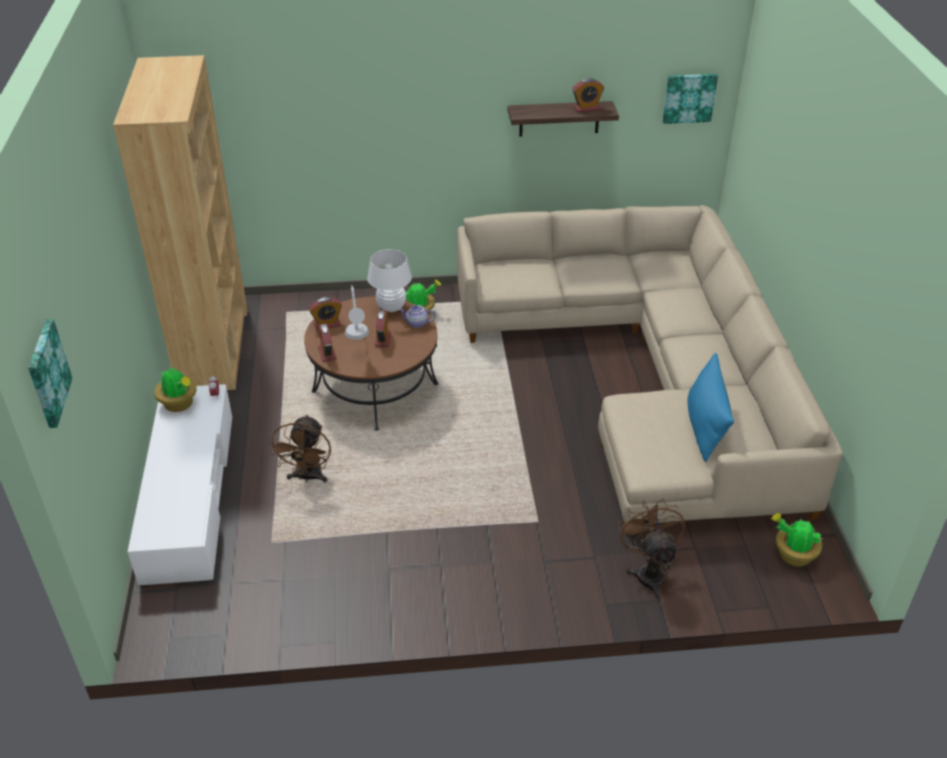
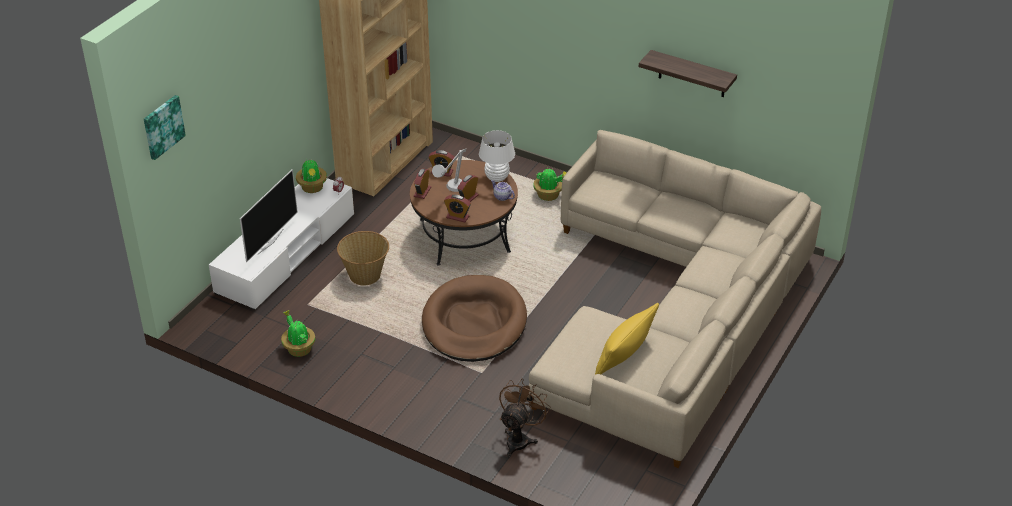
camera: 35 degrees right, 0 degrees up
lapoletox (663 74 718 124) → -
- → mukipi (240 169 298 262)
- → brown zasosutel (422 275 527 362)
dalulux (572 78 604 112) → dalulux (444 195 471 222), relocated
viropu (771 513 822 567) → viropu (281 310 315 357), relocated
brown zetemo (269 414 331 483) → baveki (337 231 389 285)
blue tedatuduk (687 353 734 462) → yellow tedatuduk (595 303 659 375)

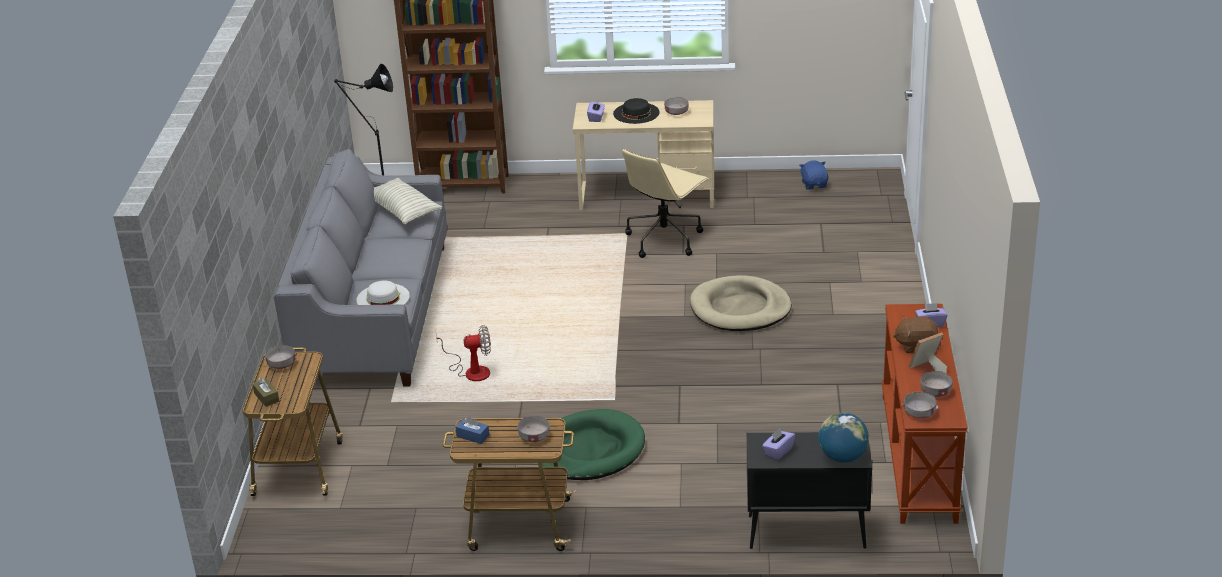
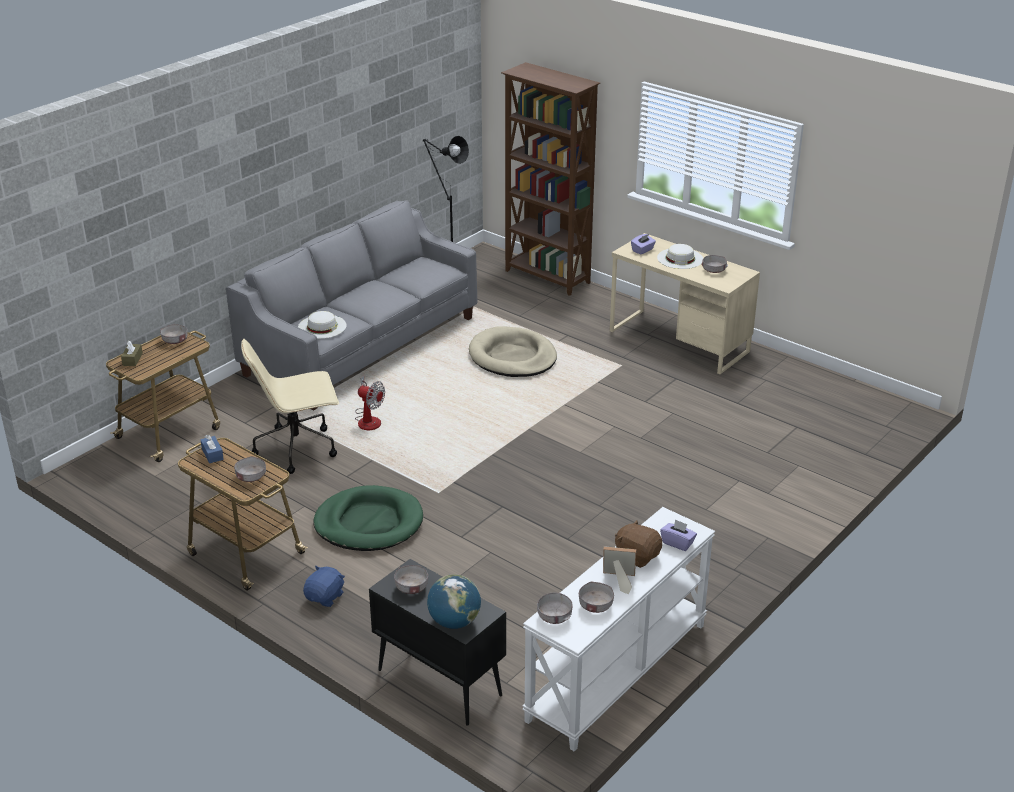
camera: 35 degrees right, 0 degrees up
tedatuduk (374 178 442 225) → -
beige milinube (622 148 709 258) → beige milinube (241 339 339 474), relocated
beige zasosutel (690 275 792 331) → beige zasosutel (469 326 557 377), relocated
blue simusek (799 161 829 190) → blue simusek (303 566 345 607), relocated
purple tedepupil (762 428 795 460) → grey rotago (394 565 428 594)
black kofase (613 98 660 124) → white kofase (657 244 703 269)
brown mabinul (882 304 968 524) → white mabinul (523 507 715 751)

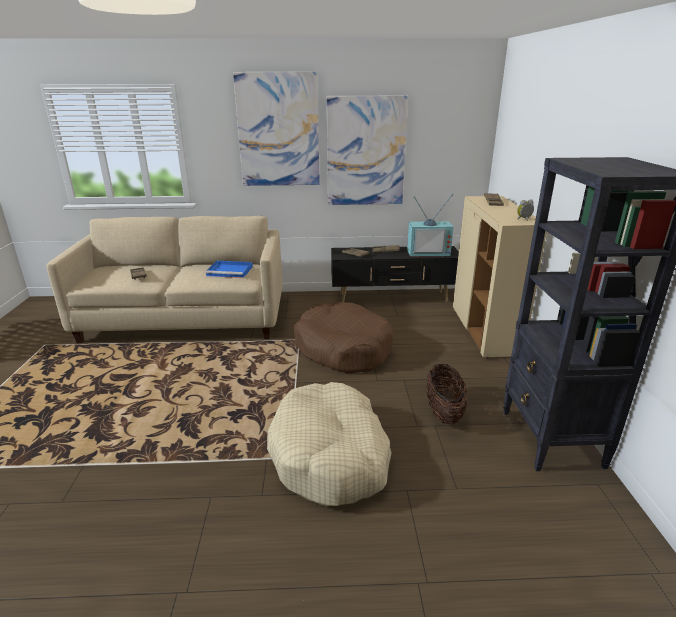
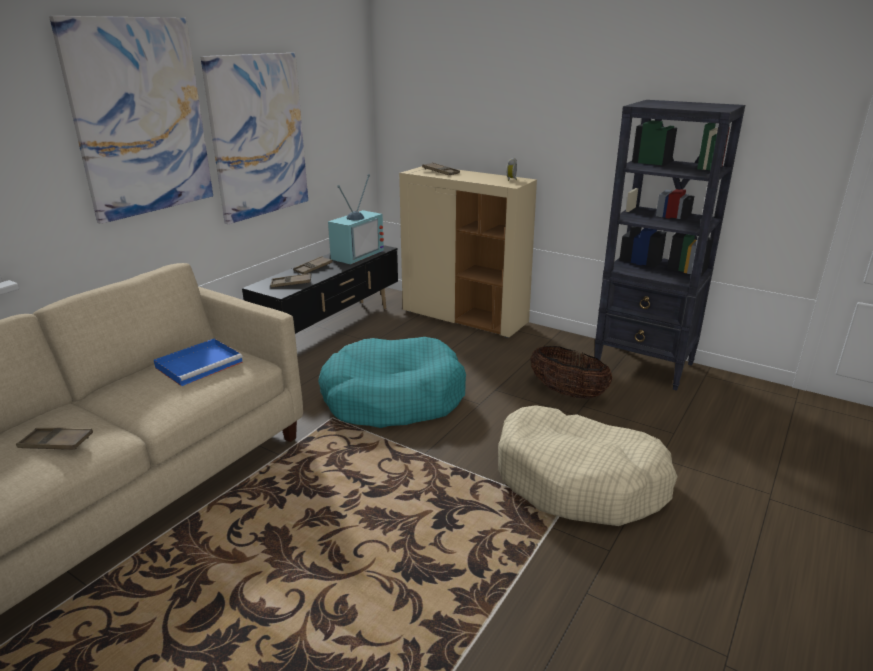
camera: 55 degrees left, 0 degrees up
brown zasosutel (294 302 393 374) → turquoise zasosutel (318 337 466 428)

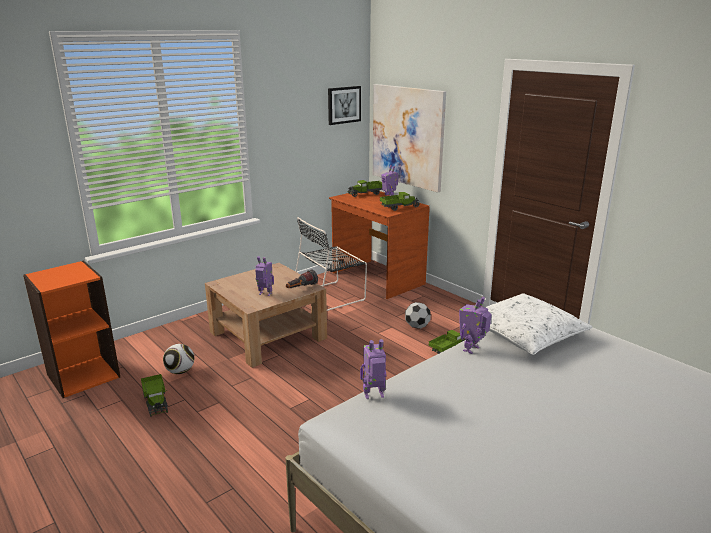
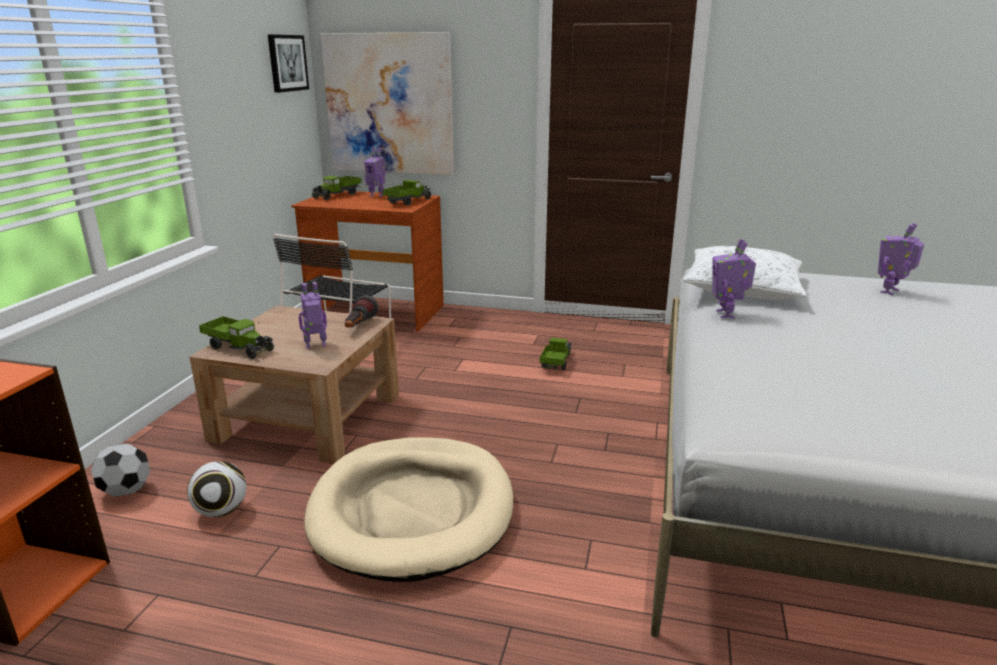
camera: 35 degrees left, 0 degrees up
- → beige zasosutel (304 437 514 582)
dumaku (141 374 168 417) → dumaku (199 316 274 359), relocated
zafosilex (360 339 386 399) → zafosilex (878 223 924 295), relocated
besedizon (405 302 431 329) → besedizon (91 444 150 497), relocated

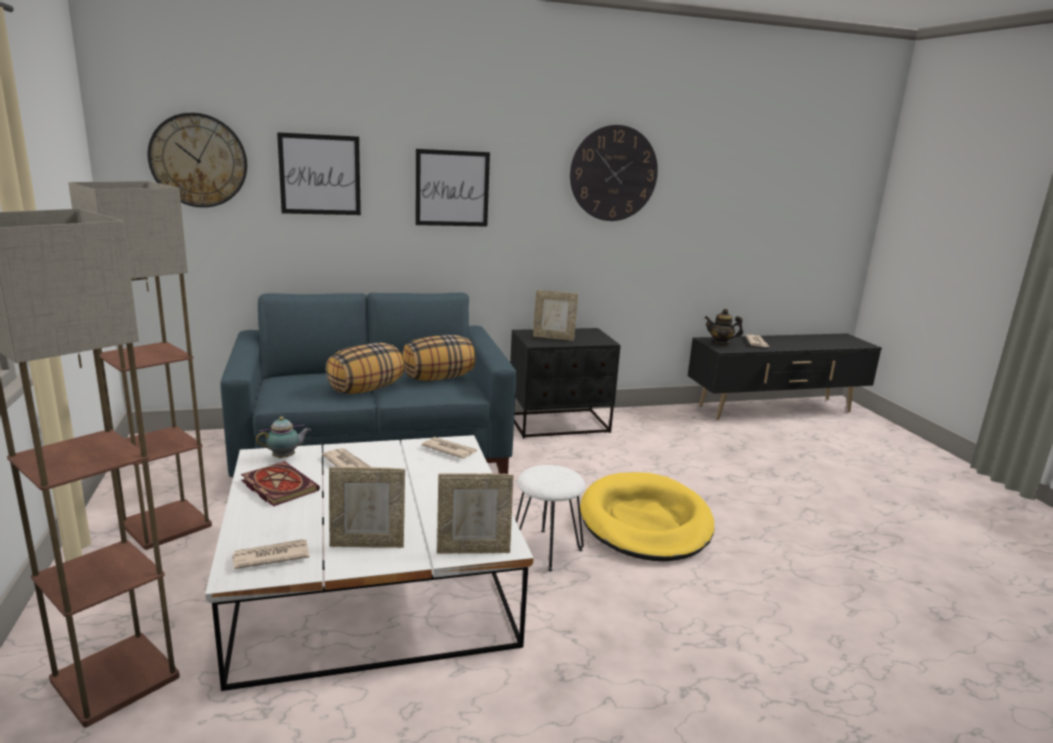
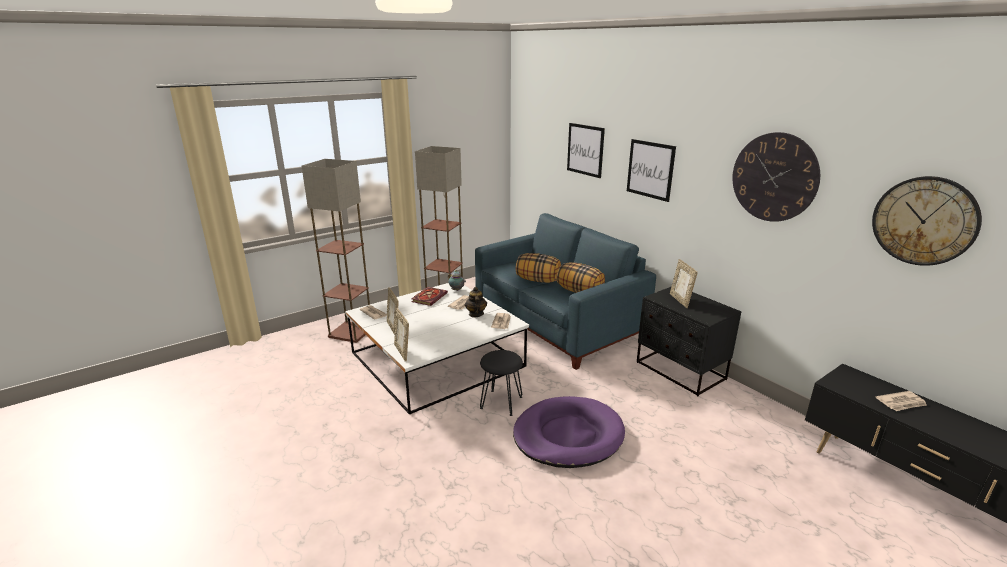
camera: 70 degrees right, 5 degrees up
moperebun (148 113 247 208) → moperebun (872 176 982 266), relocated
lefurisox (705 309 743 346) → lefurisox (465 287 487 317), relocated
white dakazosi (515 465 585 572) → black dakazosi (480 350 523 416)
yellow zasosutel (580 472 714 561) → purple zasosutel (513 396 625 468)

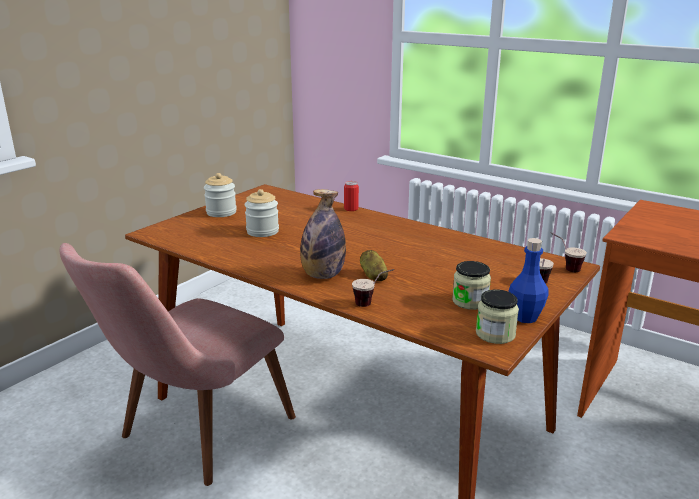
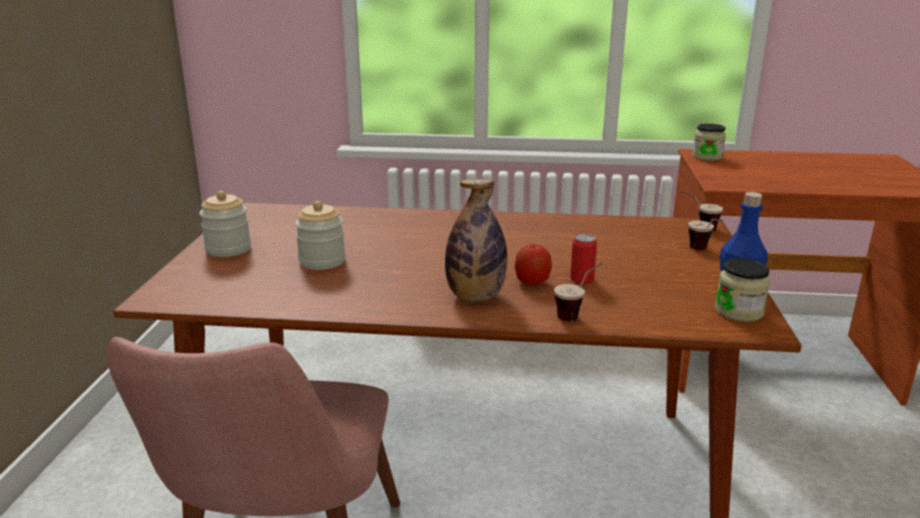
camera: 30 degrees left, 0 degrees up
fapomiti (344 181 359 211) → fapomiti (570 233 597 284), relocated
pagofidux (452 261 491 310) → pagofidux (692 123 726 161), relocated
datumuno (360 250 388 281) → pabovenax (515 244 552 285)

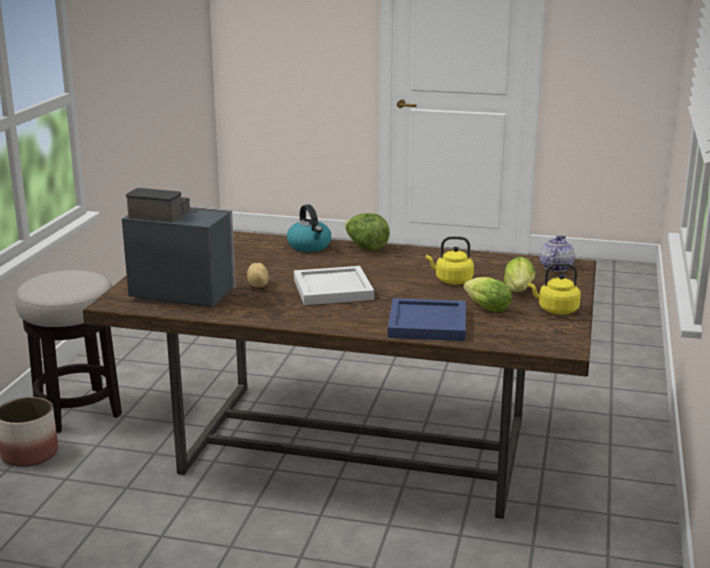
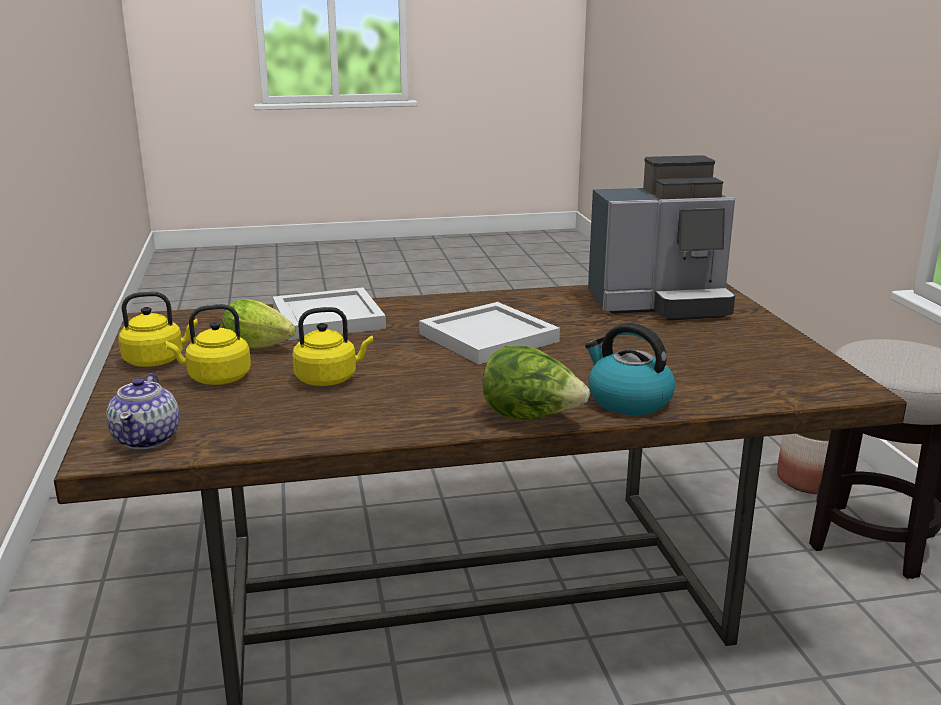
camera: 155 degrees right, 0 degrees up
datumuno (247 263 269 287) → -
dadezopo (504 256 535 292) → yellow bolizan (165 304 251 385)
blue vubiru (388 298 466 341) → white vubiru (273 287 386 340)

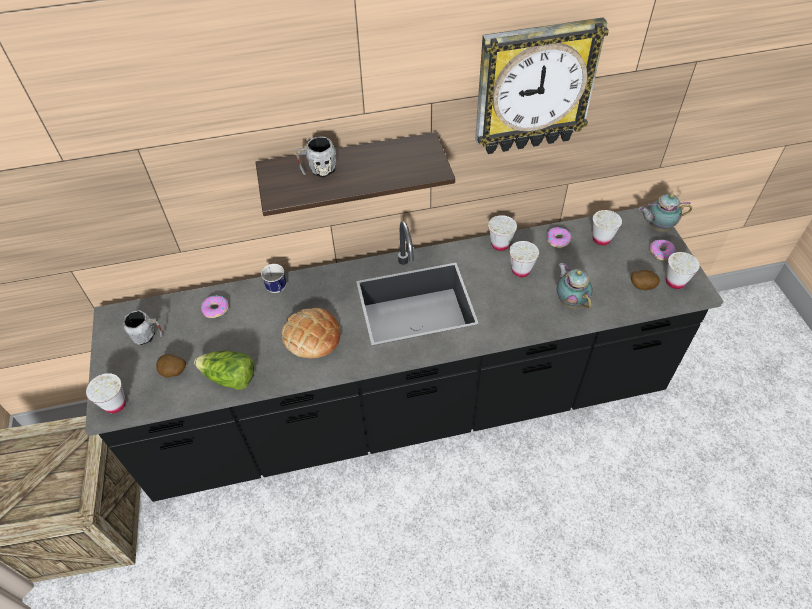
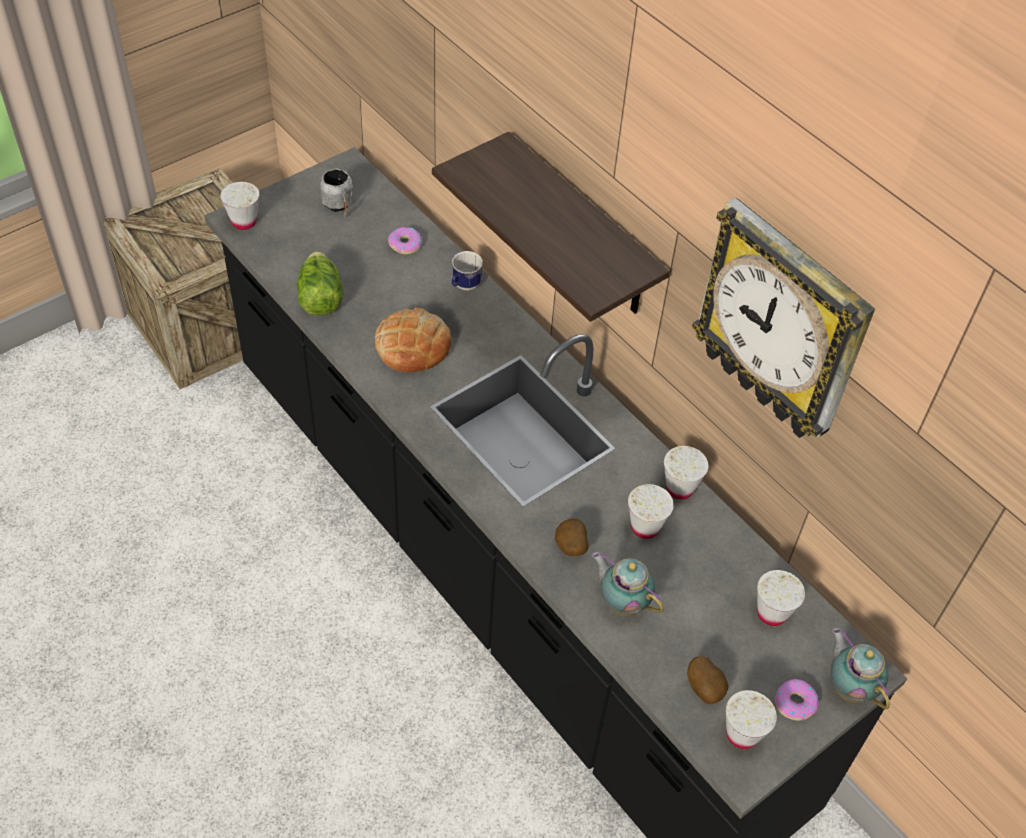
camera: 60 degrees right, 0 degrees up
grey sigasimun (296 136 336 178) → -
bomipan (547 227 571 248) → -
datumuno (156 354 186 378) → datumuno (555 518 589 556), relocated
lefurisox (557 263 593 309) → lefurisox (592 552 664 616), 90 degrees counterclockwise

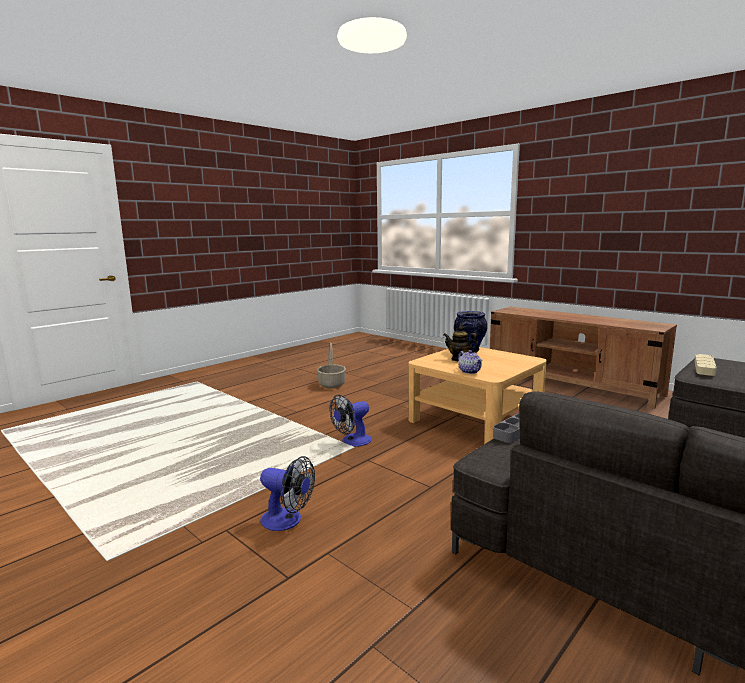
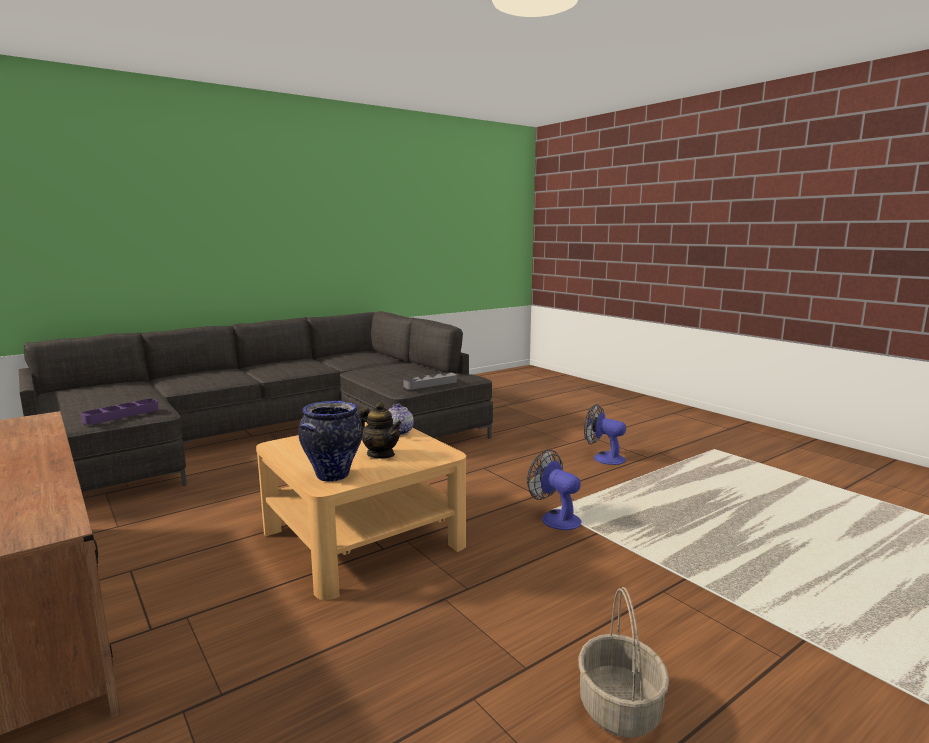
camera: 170 degrees left, 0 degrees up
beige vubiru (695 354 717 376) → purple vubiru (81 399 159 425)
zetemo (330 395 372 447) → zetemo (527 450 581 530), 105 degrees counterclockwise

